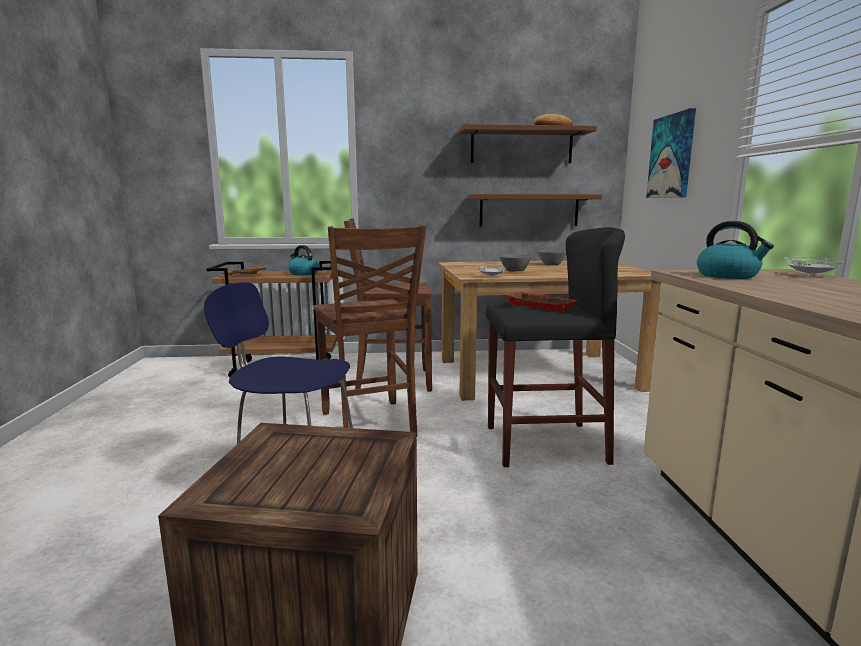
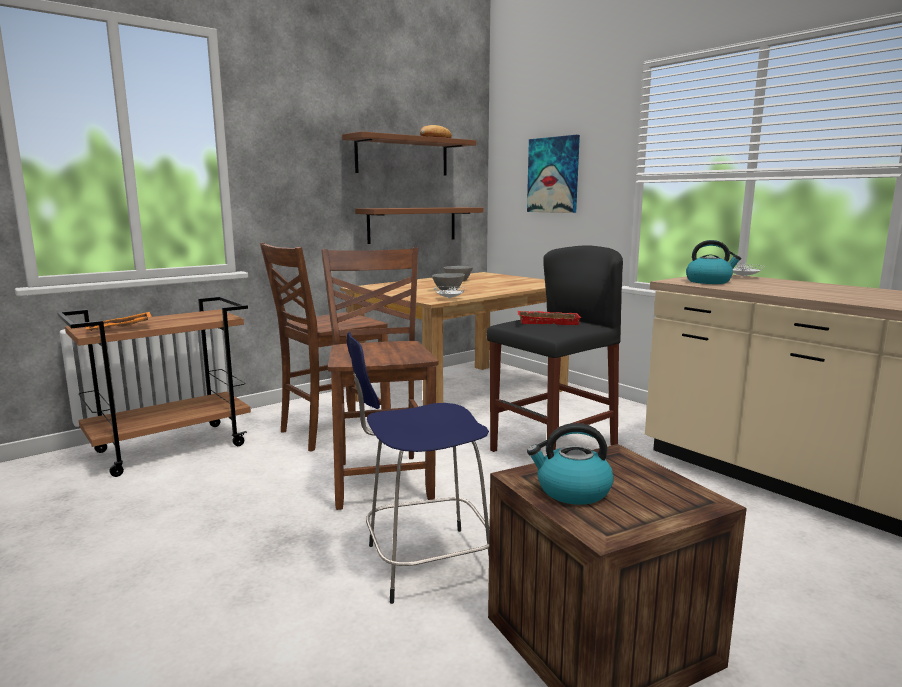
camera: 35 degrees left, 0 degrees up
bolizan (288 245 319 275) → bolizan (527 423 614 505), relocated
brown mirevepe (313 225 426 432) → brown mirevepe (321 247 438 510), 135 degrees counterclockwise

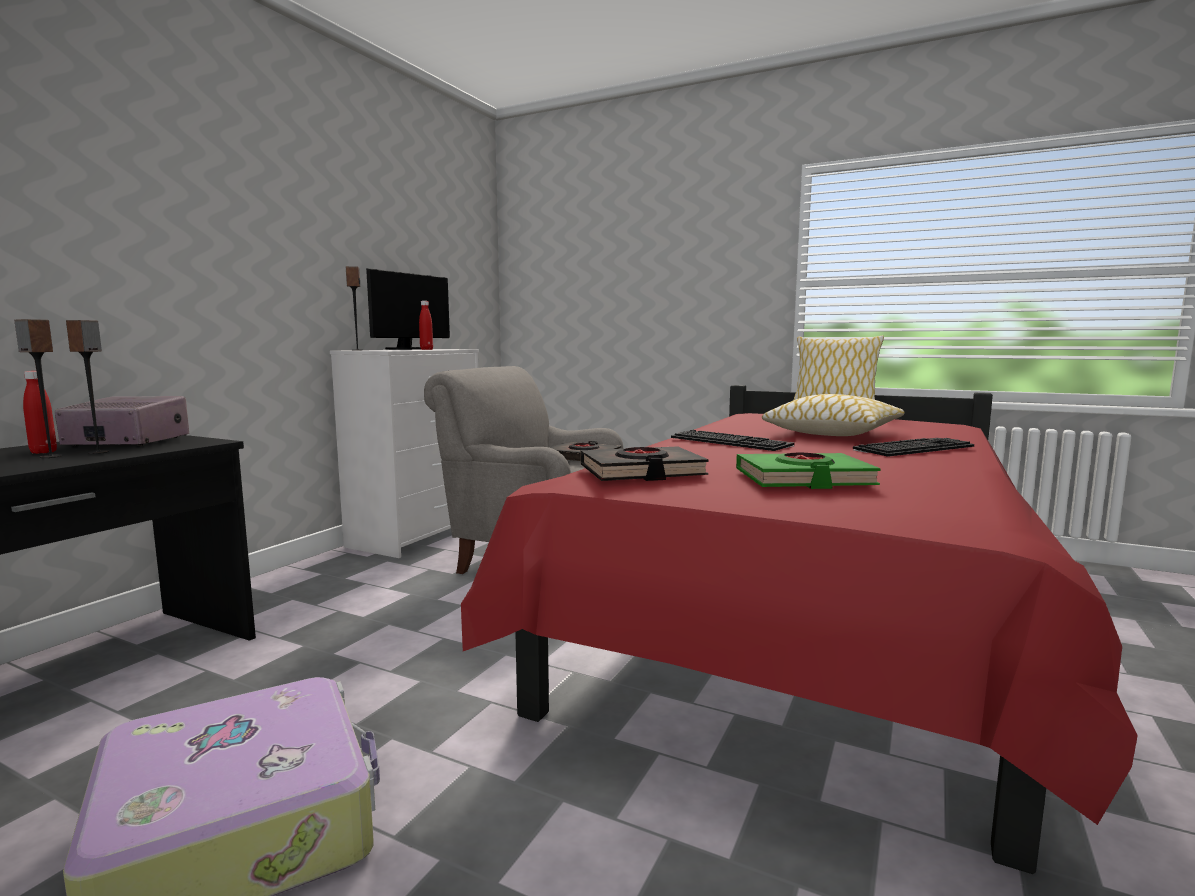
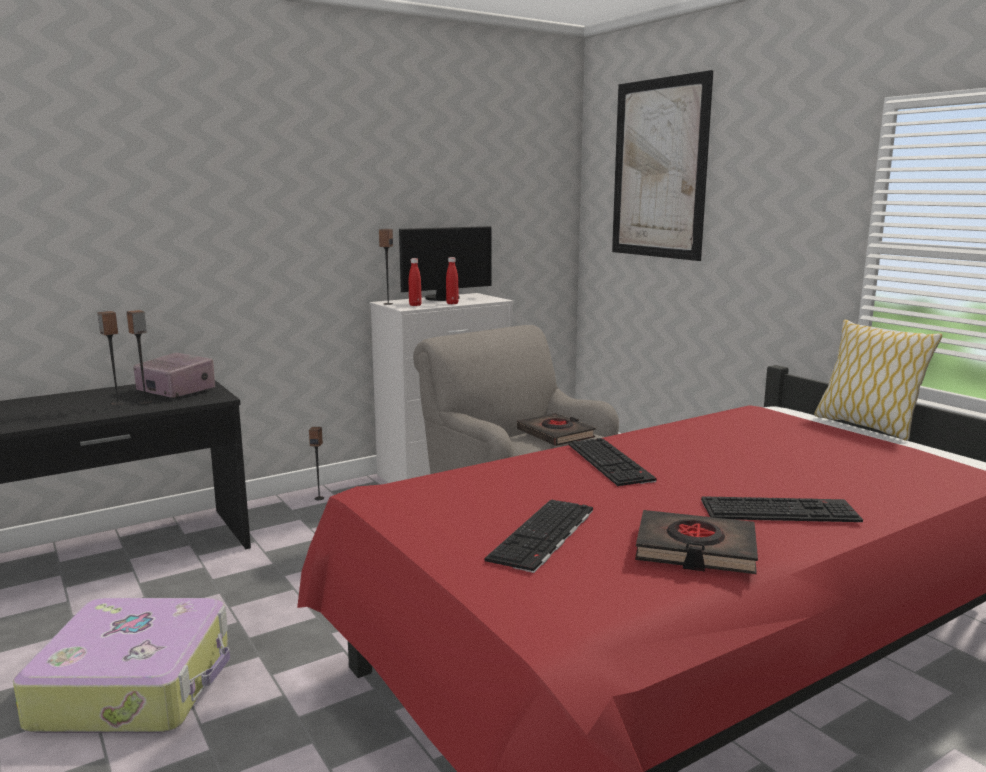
camera: 30 degrees right, 5 degrees up
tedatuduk (762 394 905 436) → -
- → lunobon (309 427 324 500)
- → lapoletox (612 70 714 261)
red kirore (23 371 57 454) → red kirore (409 258 422 306), relocated
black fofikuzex (580 446 709 481) → black fofikuzex (635 510 758 574), relocated
green fofikuzex (736 453 881 489) → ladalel (485 500 593 573)

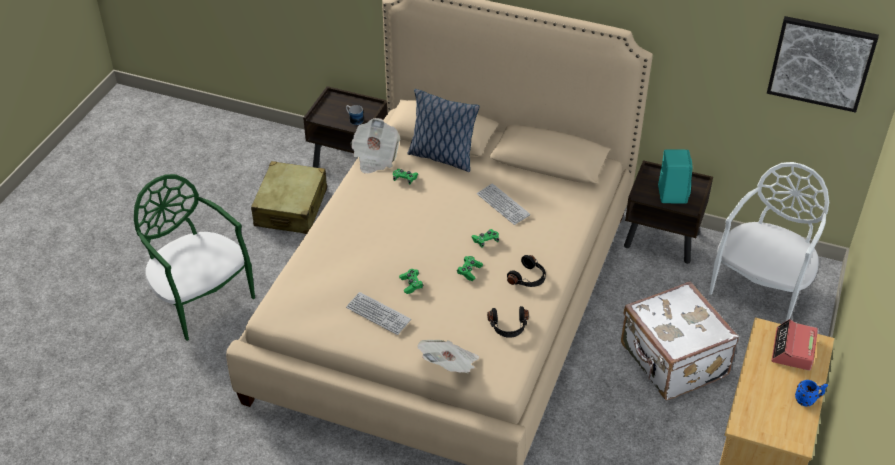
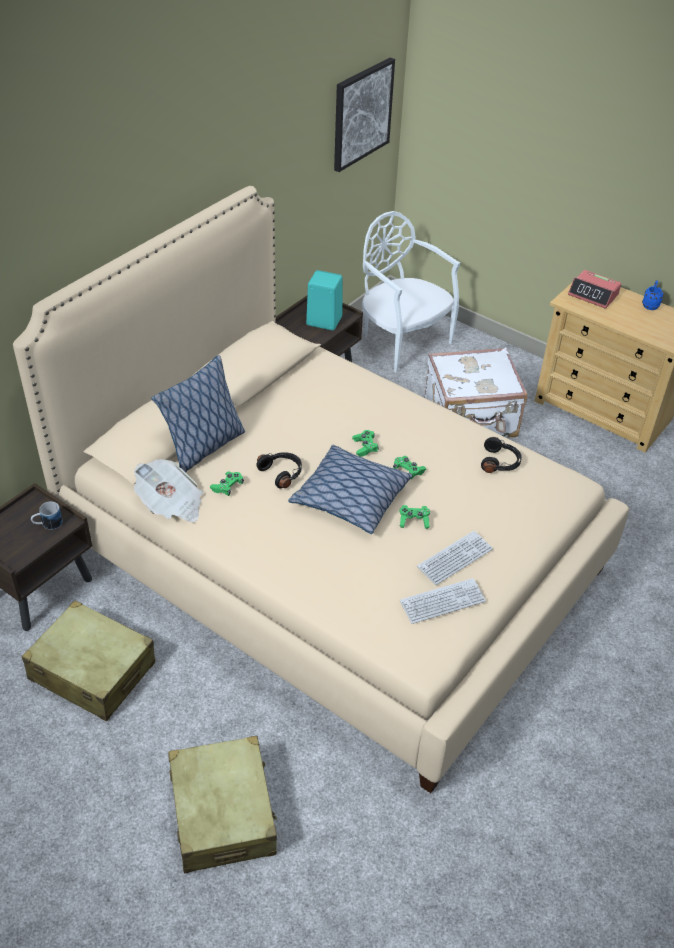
camera: 75 degrees left, 0 degrees up
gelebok (417 340 479 373) → -
- → tedatuduk (288 445 412 534)
ladalel (477 183 530 225) → ladalel (400 578 486 624), relocated
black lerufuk (507 255 546 287) → black lerufuk (256 452 302 488), relocated
green mirevepe (134 174 255 341) → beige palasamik (168 736 277 874)

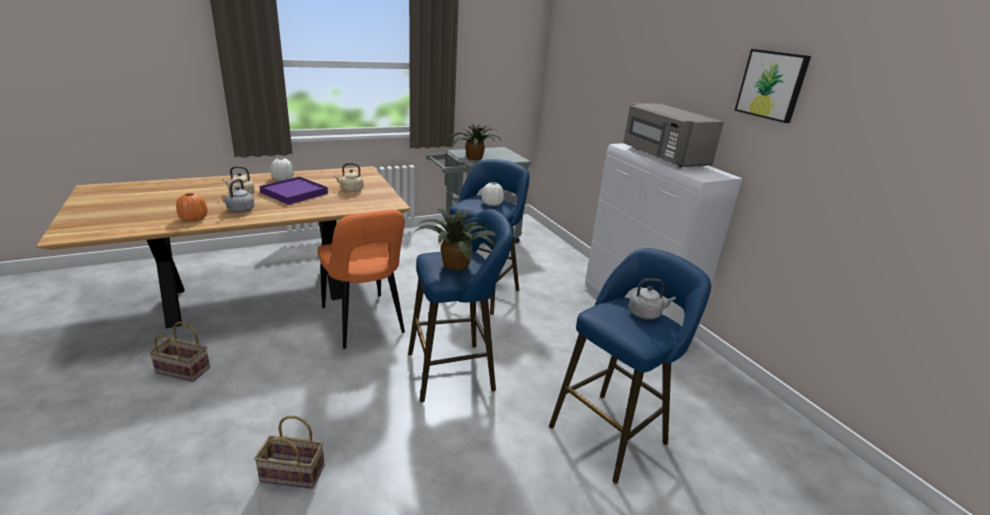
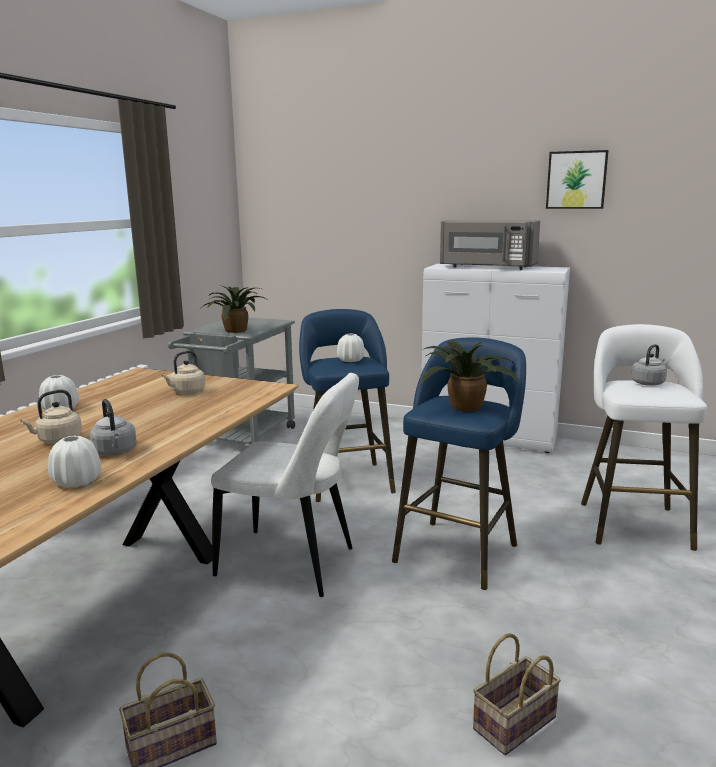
camera: 40 degrees left, 10 degrees down
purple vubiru (259 177 328 205) → -
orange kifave (176 193 208 222) → white kifave (48 436 101 488)
orange mirevepe (318 209 405 349) → white mirevepe (211 373 359 597)
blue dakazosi (549 248 711 484) → white dakazosi (581 324 707 551)

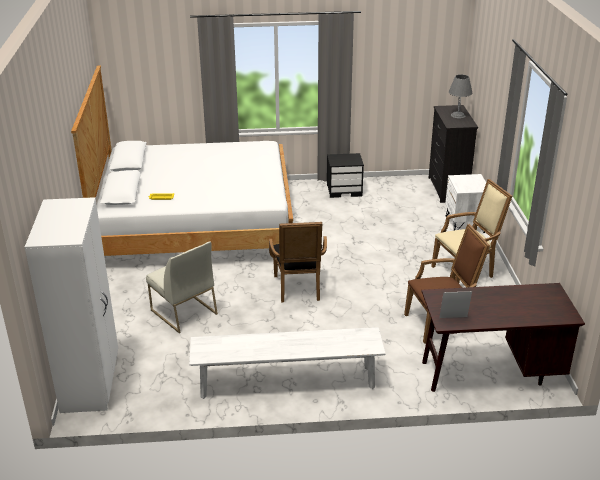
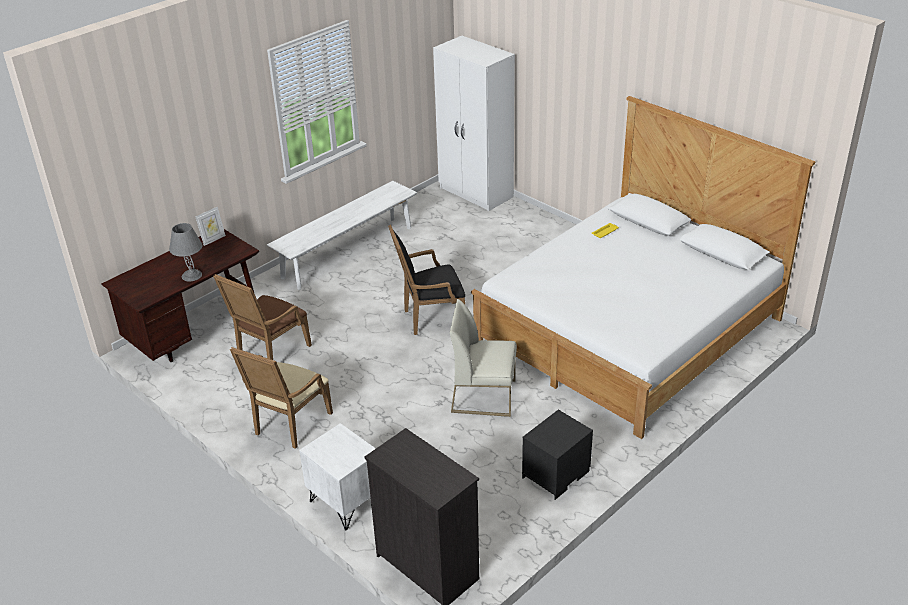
camera: 140 degrees right, 5 degrees up
white mirevepe (146 241 218 333) → white mirevepe (450 299 517 417), relocated
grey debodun (449 74 473 118) → grey debodun (169 223 202 281), relocated
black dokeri (269 222 327 302) → black dokeri (388 224 465 335), 60 degrees counterclockwise

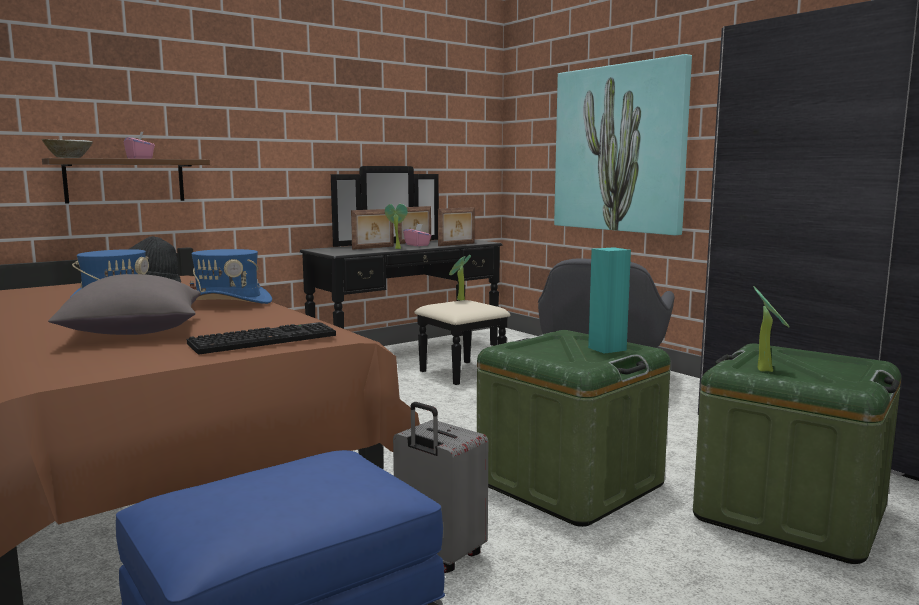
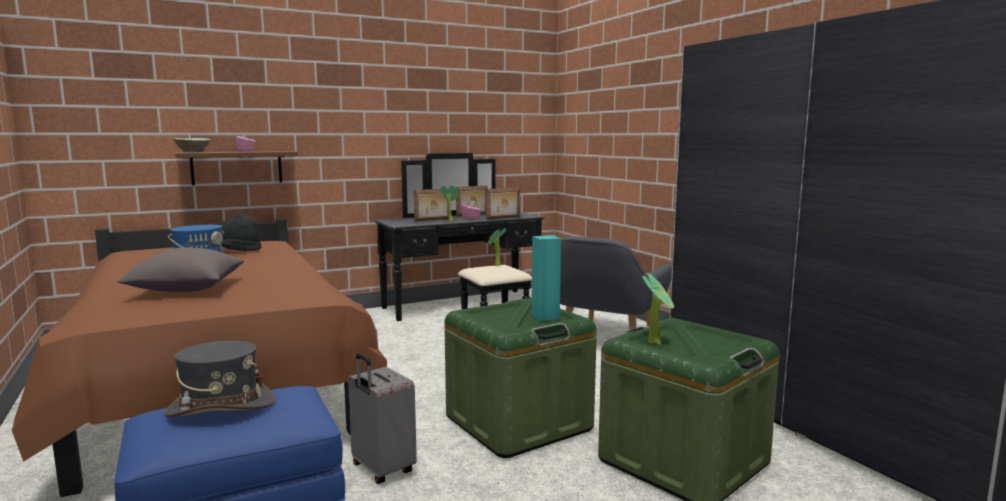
camera: 10 degrees right, 0 degrees up
ladalel (187 322 336 354) → -
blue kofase (189 249 272 304) → -
lapoletox (554 54 692 235) → -
- → grey kofase (164 341 274 417)

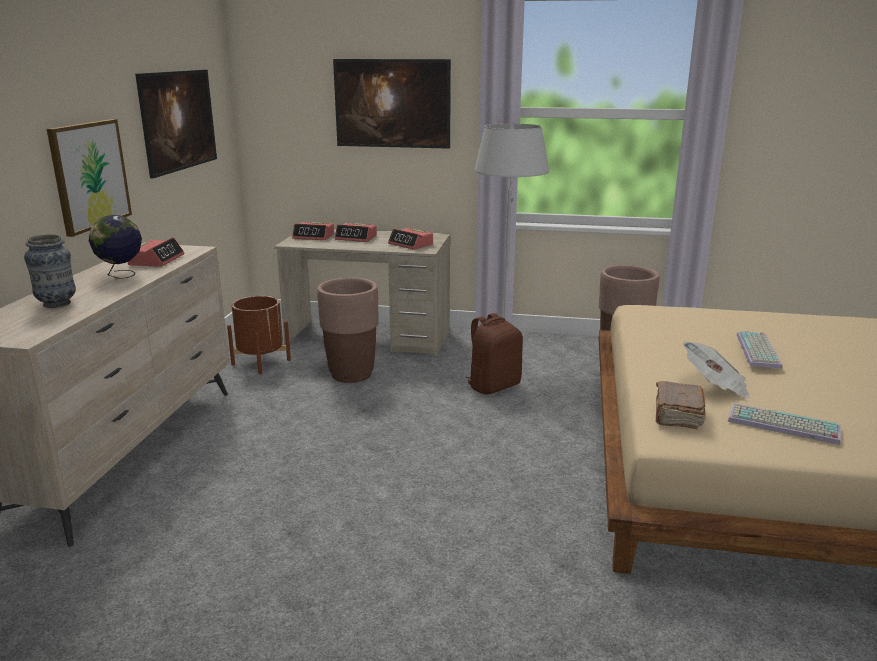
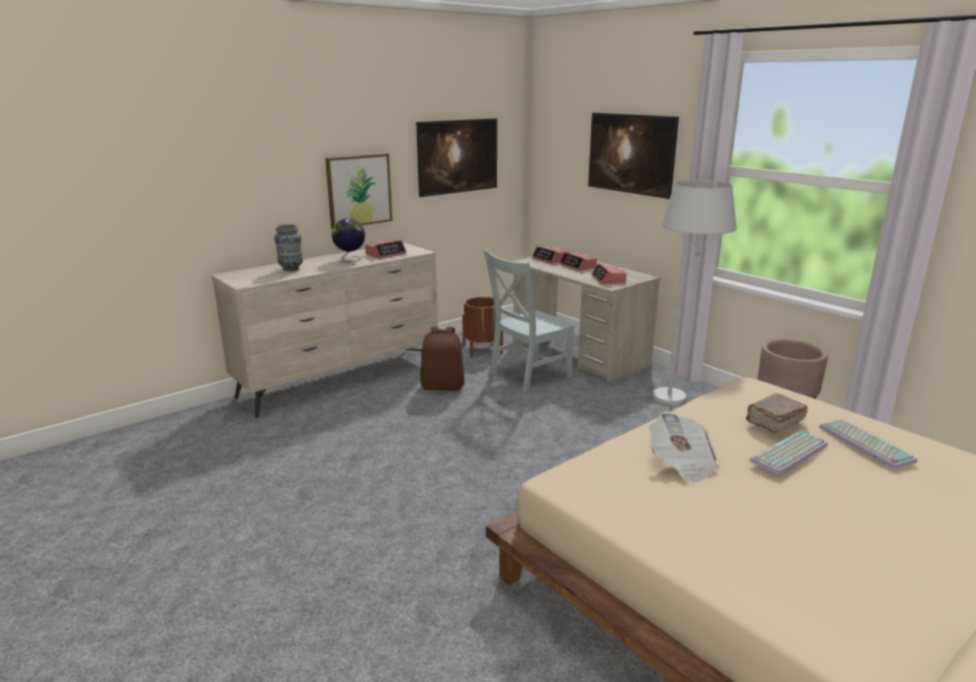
camera: 40 degrees right, 0 degrees up
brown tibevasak (465 313 523 394) → brown tibevasak (420 327 464 391), relocated
brown fofikuzex (655 381 706 429) → brown fofikuzex (746 393 808 433), relocated
ladalel (728 403 841 445) → ladalel (819 419 917 469), relocated
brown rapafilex (317 278 379 383) → grey mirevepe (483 249 575 393)

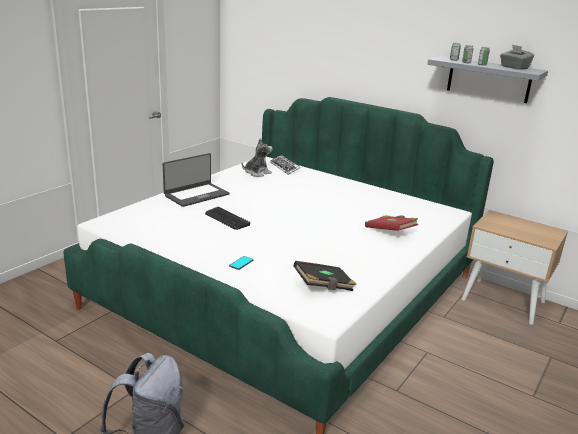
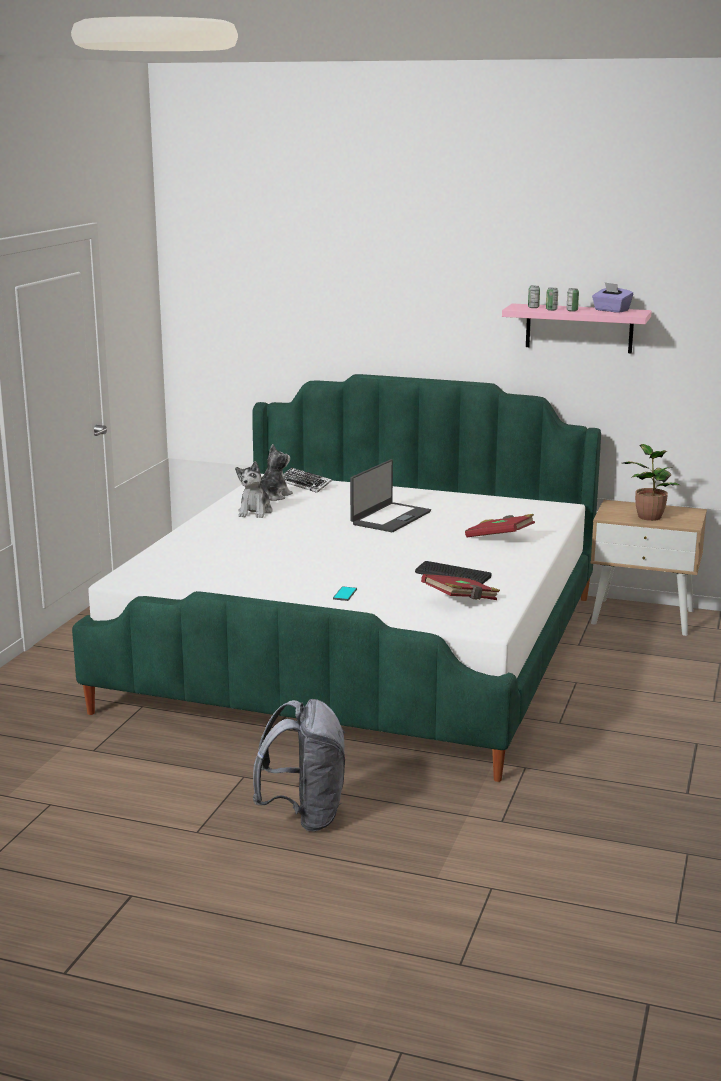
camera: 15 degrees left, 5 degrees down
- → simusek (235 461 272 518)
- → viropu (623 444 679 521)
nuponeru (163 153 229 207) → nuponeru (350 459 431 532), relocated
ladalel (205 207 250 230) → ladalel (415 561 491 584), relocated
black fofikuzex (294 261 357 291) → red fofikuzex (421 574 500 600)
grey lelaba (427 56 548 103) → pink lelaba (502 303 652 353)
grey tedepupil (500 45 534 70) → purple tedepupil (592 282 633 313)

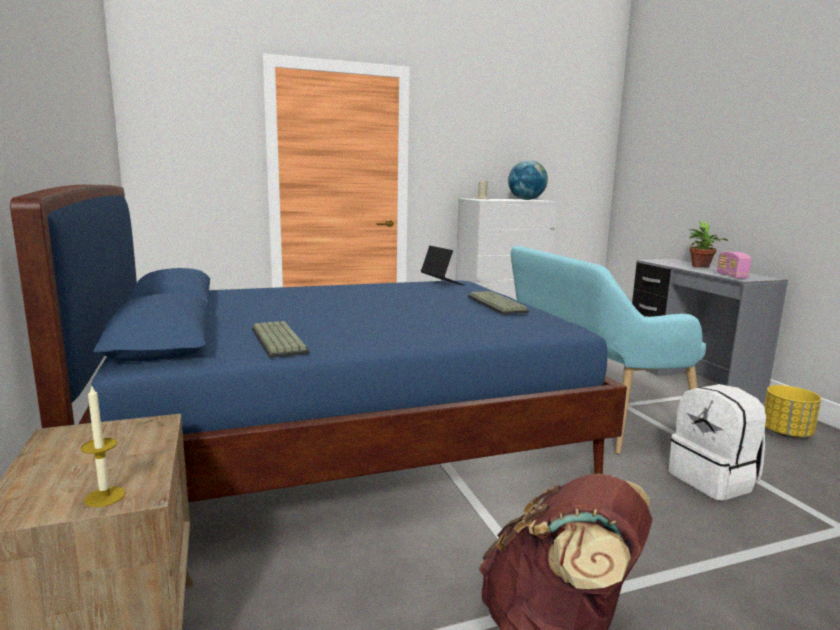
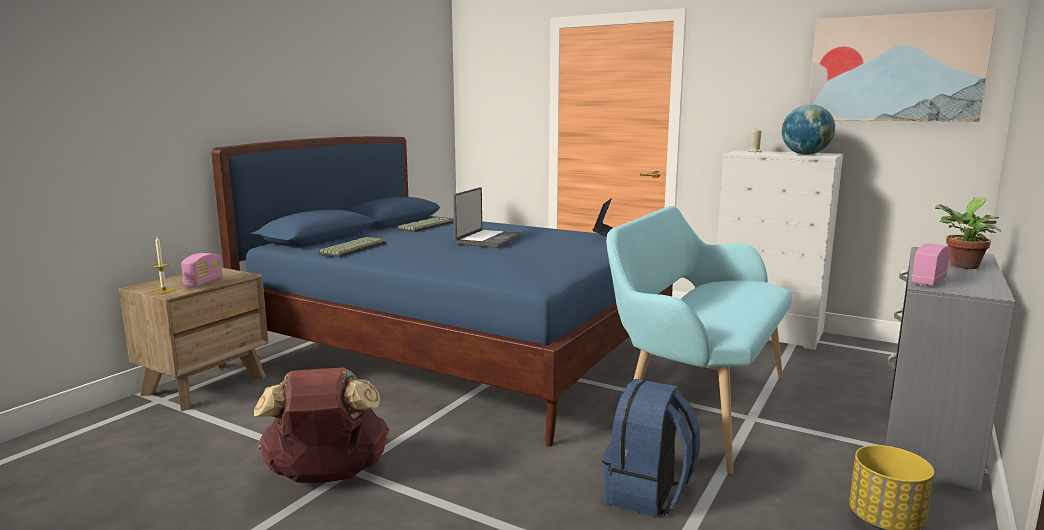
camera: 50 degrees right, 0 degrees up
- → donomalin (181 253 222 287)
- → nuponeru (453 187 522 248)
- → lapoletox (808 8 997 122)
ladalel (468 291 529 314) → ladalel (397 217 454 232), relocated
white tibevasak (669 384 766 501) → blue tibevasak (602 379 700 517)

